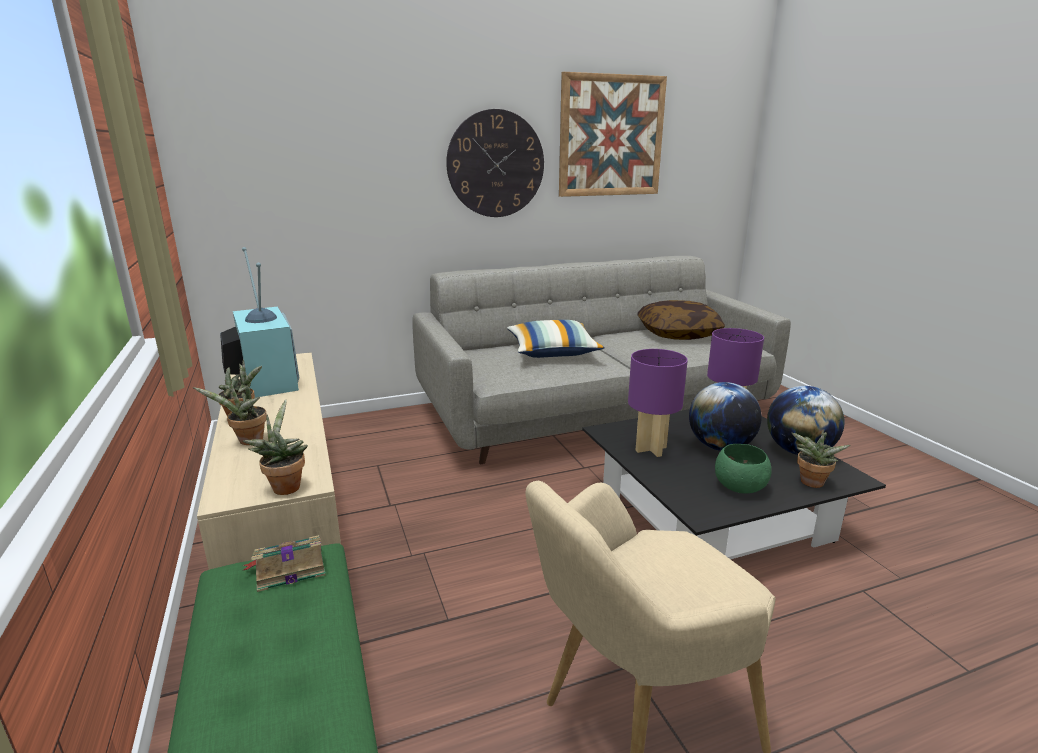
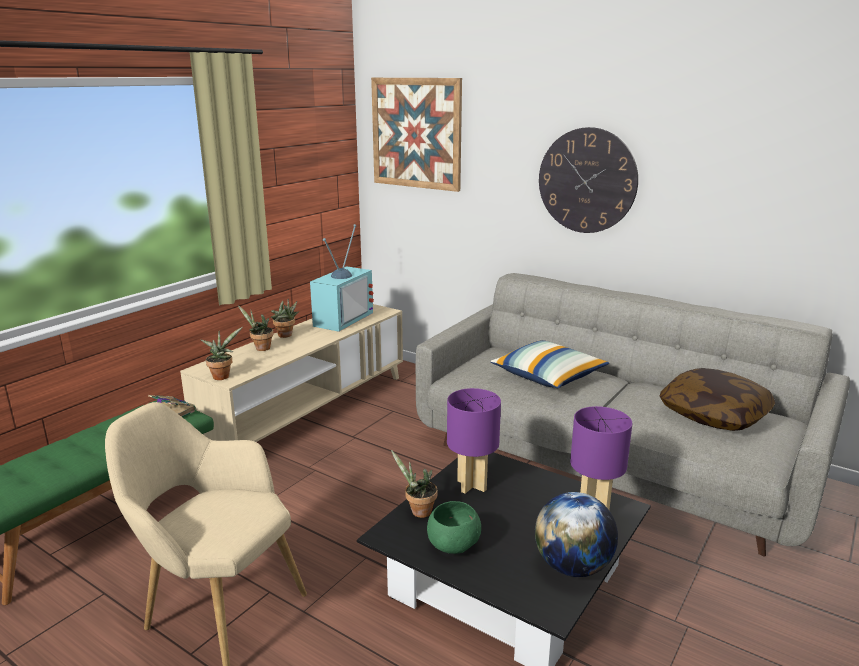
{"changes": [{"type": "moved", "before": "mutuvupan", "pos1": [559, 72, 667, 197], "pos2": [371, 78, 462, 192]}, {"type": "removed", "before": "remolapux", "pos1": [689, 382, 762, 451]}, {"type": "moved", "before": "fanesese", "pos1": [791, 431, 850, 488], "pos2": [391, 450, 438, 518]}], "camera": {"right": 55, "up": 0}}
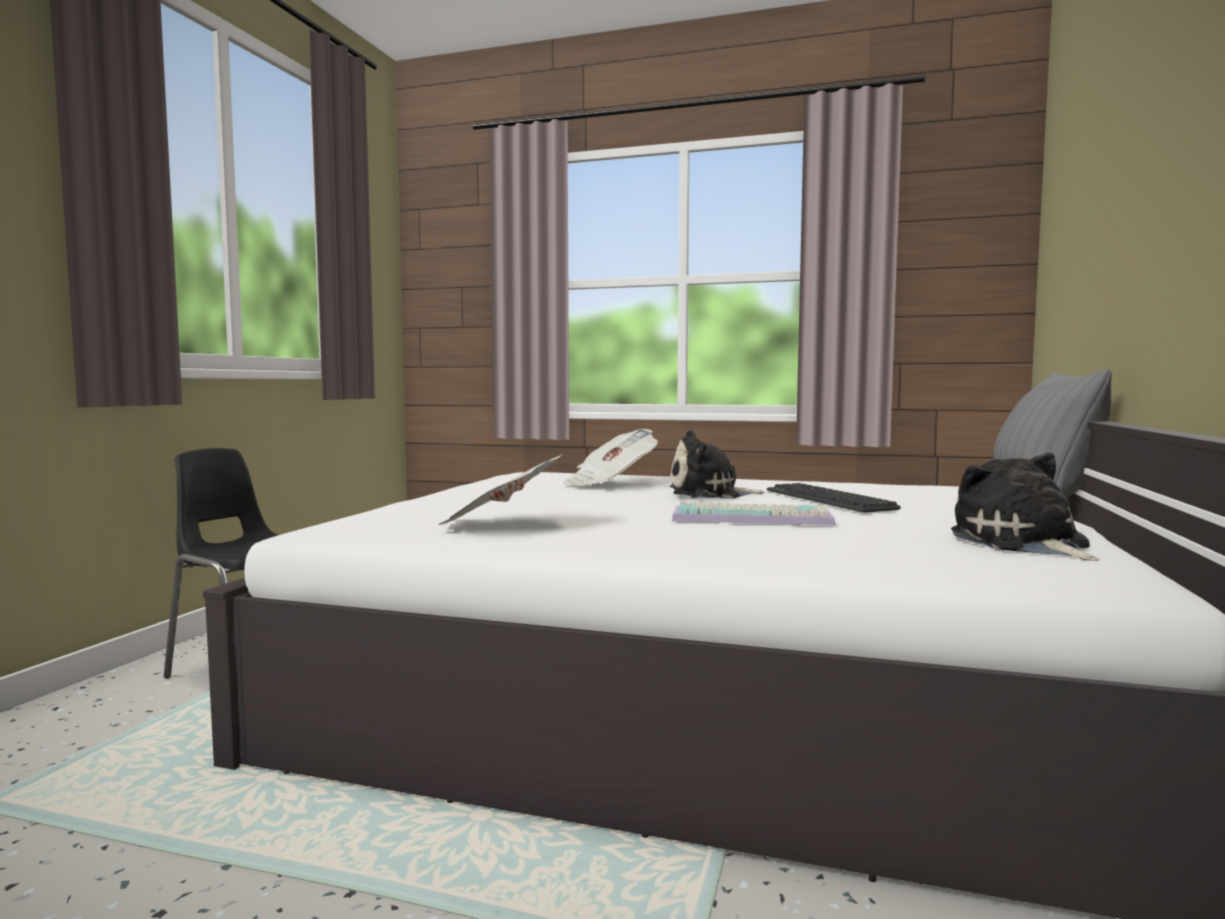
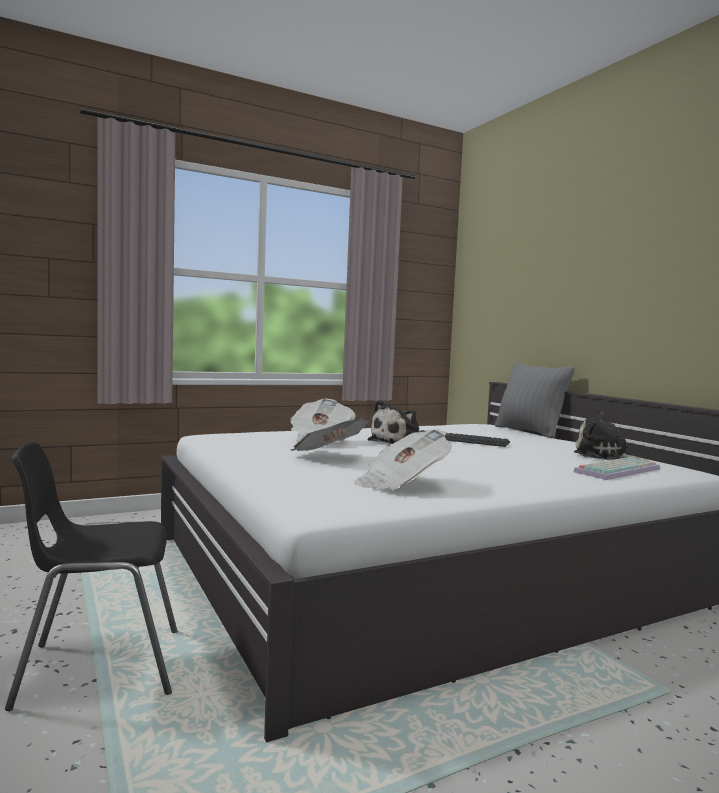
{"changes": [{"type": "moved", "before": "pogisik", "pos1": [672, 502, 835, 525], "pos2": [574, 457, 660, 480]}, {"type": "added", "after": "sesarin", "pos2": [291, 418, 369, 451]}], "camera": {"right": -45, "up": 0}}
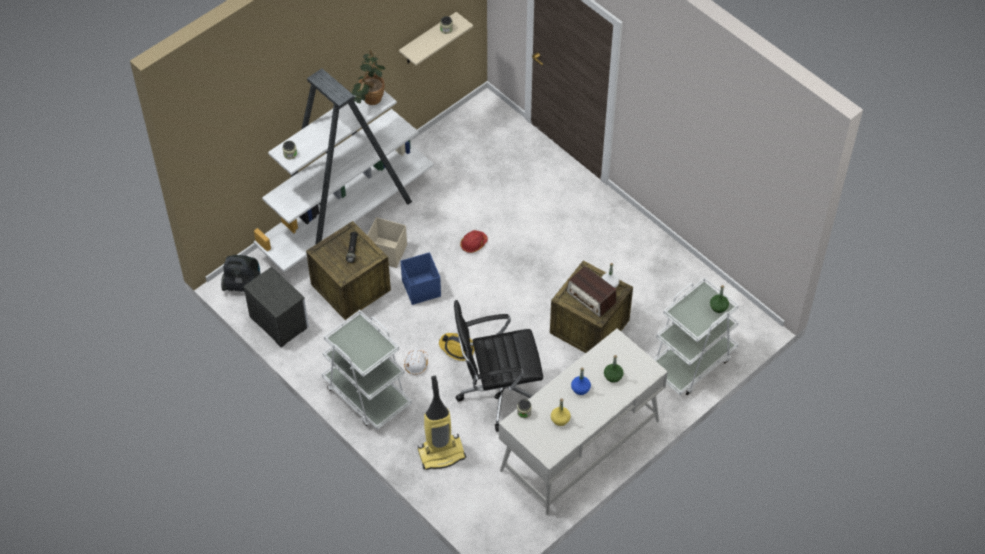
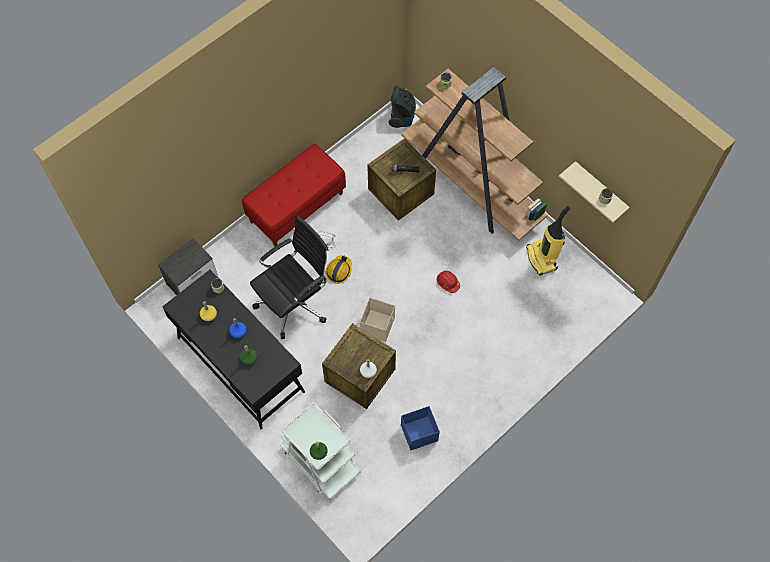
{"changes": [{"type": "moved", "before": "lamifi", "pos1": [243, 267, 309, 347], "pos2": [158, 238, 219, 295]}, {"type": "recoloured", "before": "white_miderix", "after": "brown_miderix", "pos1": [254, 69, 434, 272], "pos2": [401, 67, 547, 241]}, {"type": "replaced", "before": "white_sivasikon", "after": "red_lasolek", "pos1": [322, 310, 412, 430], "pos2": [242, 144, 346, 247]}, {"type": "removed", "before": "fanesese", "pos1": [352, 49, 385, 105]}, {"type": "moved", "before": "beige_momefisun", "pos1": [367, 217, 407, 268], "pos2": [360, 298, 395, 342]}, {"type": "moved", "before": "blue_momefisun", "pos1": [401, 252, 441, 305], "pos2": [401, 406, 440, 450]}, {"type": "moved", "before": "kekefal", "pos1": [418, 376, 466, 470], "pos2": [526, 206, 570, 276]}, {"type": "turned", "before": "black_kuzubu", "pos1": [454, 300, 543, 432], "pos2": [250, 216, 328, 339], "turn": 60}, {"type": "recoloured", "before": "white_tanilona", "after": "black_tanilona", "pos1": [499, 328, 668, 515], "pos2": [162, 270, 305, 429]}, {"type": "removed", "before": "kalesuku", "pos1": [566, 266, 616, 317]}], "camera": {"right": 90, "up": 10}}
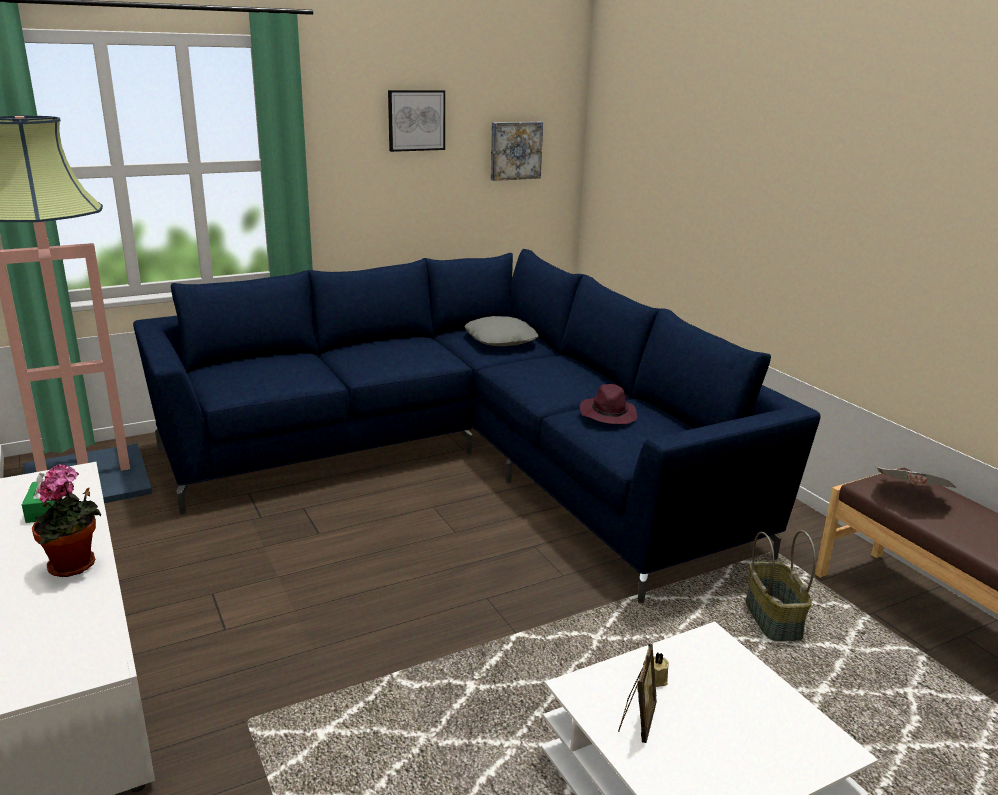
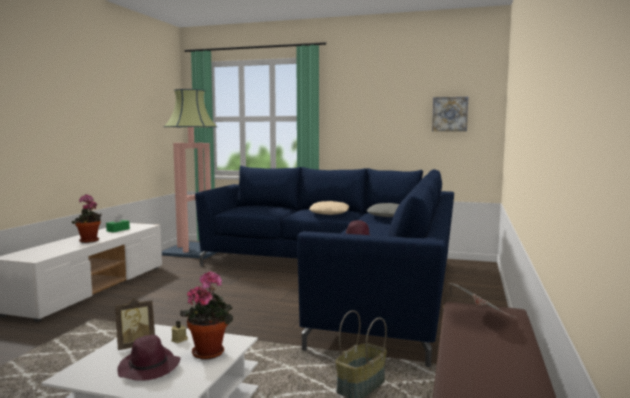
{"changes": [{"type": "removed", "before": "mutuvupan", "pos1": [388, 90, 445, 152]}, {"type": "added", "after": "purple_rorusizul", "pos2": [117, 335, 180, 381]}, {"type": "added", "after": "fanesese", "pos2": [180, 271, 233, 360]}, {"type": "added", "after": "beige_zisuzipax", "pos2": [309, 201, 349, 215]}], "camera": {"right": 45, "up": -15}}
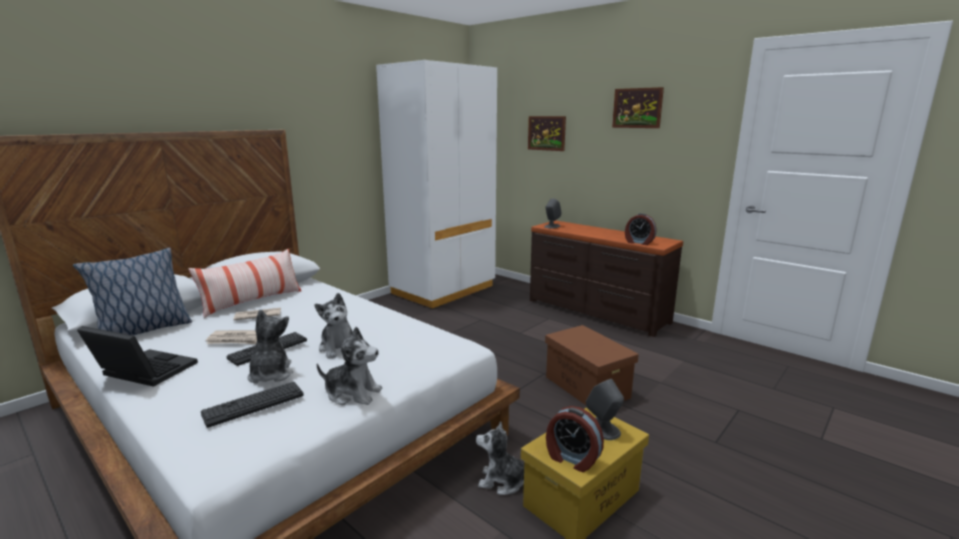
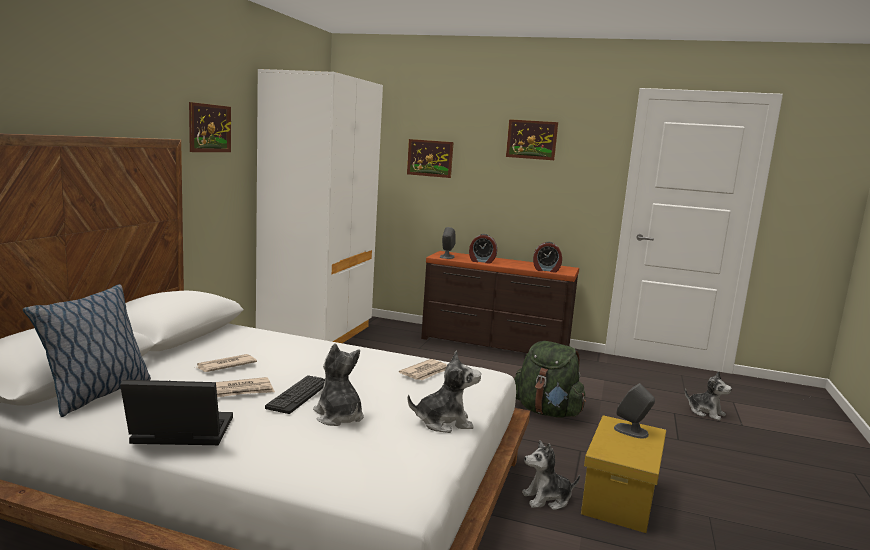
{"changes": [{"type": "removed", "before": "zisuzipax", "pos1": [189, 249, 301, 318]}, {"type": "removed", "before": "pogisik", "pos1": [201, 382, 304, 428]}, {"type": "moved", "before": "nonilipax", "pos1": [314, 293, 353, 359], "pos2": [685, 371, 732, 421]}, {"type": "replaced", "before": "brown_momefisun", "after": "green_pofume", "pos1": [545, 325, 639, 405], "pos2": [514, 341, 586, 418]}, {"type": "moved", "before": "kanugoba", "pos1": [546, 406, 604, 472], "pos2": [469, 234, 497, 264]}, {"type": "added", "after": "mutuvupan", "pos2": [189, 102, 231, 152]}, {"type": "added", "after": "sesarin", "pos2": [399, 359, 447, 380]}], "camera": {"right": -25, "up": -5}}
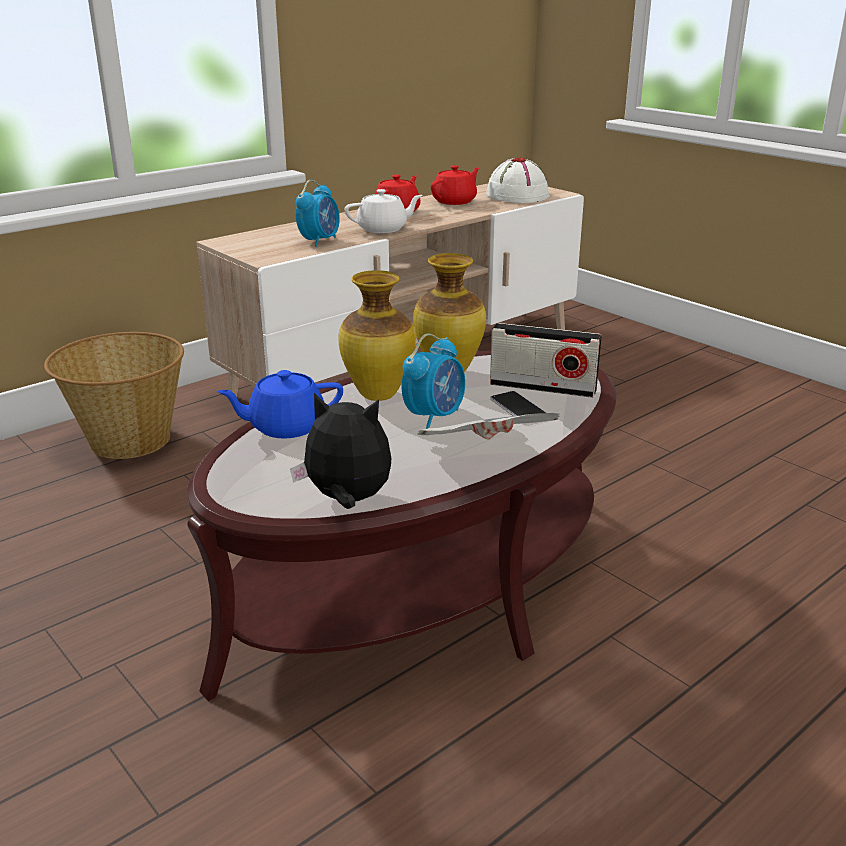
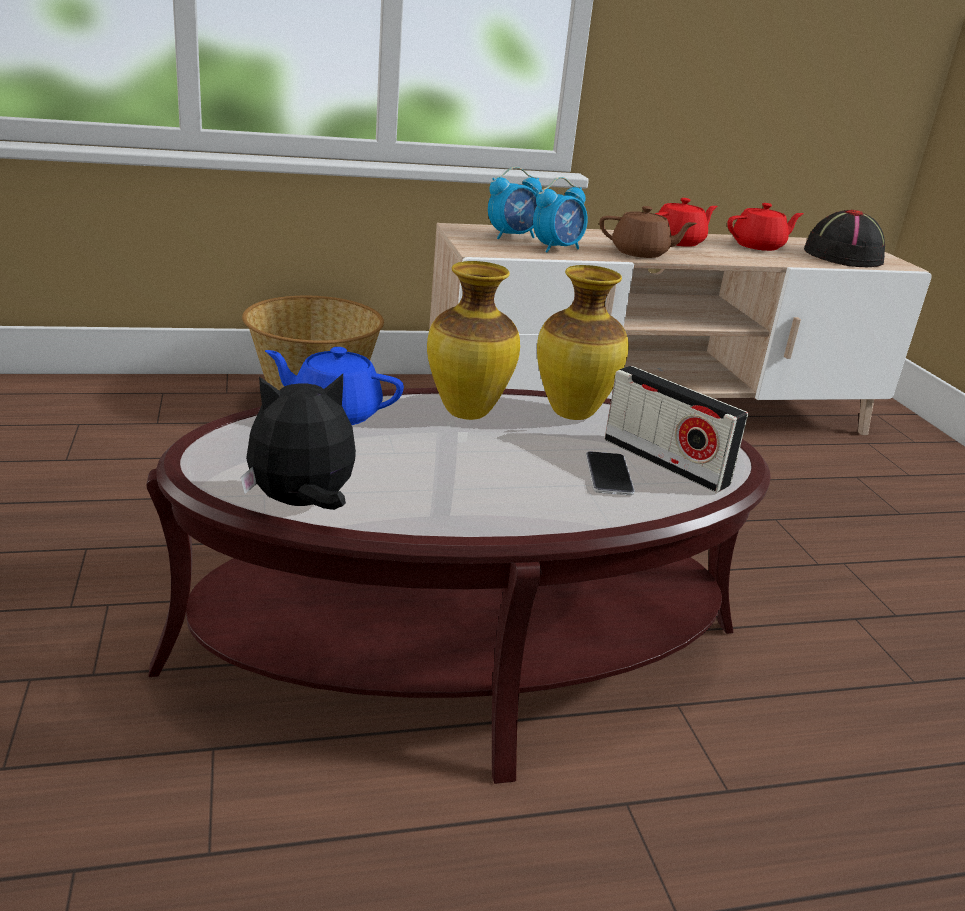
{"changes": [{"type": "turned", "before": "nonilipax", "pos1": [290, 393, 391, 509], "pos2": [241, 374, 356, 510], "turn": -60}, {"type": "recoloured", "before": "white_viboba", "after": "brown_viboba", "pos1": [344, 189, 423, 233], "pos2": [600, 206, 697, 258]}, {"type": "moved", "before": "kanugoba", "pos1": [402, 333, 465, 429], "pos2": [488, 167, 542, 240]}, {"type": "removed", "before": "sesarin", "pos1": [418, 413, 559, 440]}, {"type": "recoloured", "before": "white_rorusizul", "after": "black_rorusizul", "pos1": [486, 157, 550, 203], "pos2": [804, 209, 885, 267]}], "camera": {"right": 25, "up": 0}}
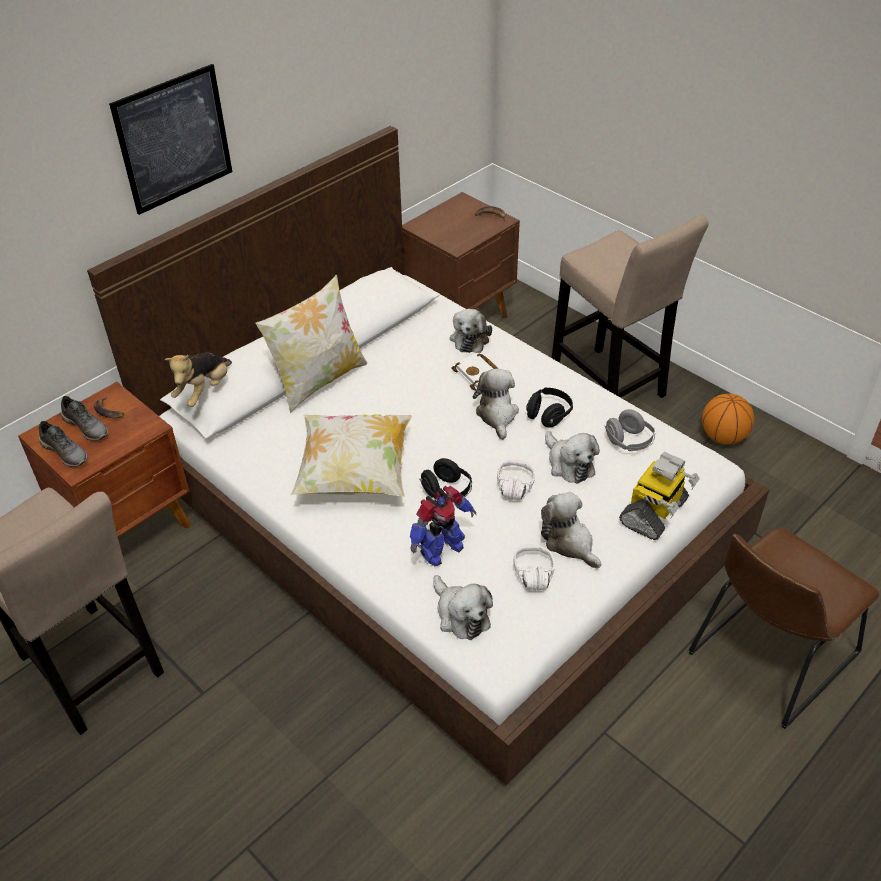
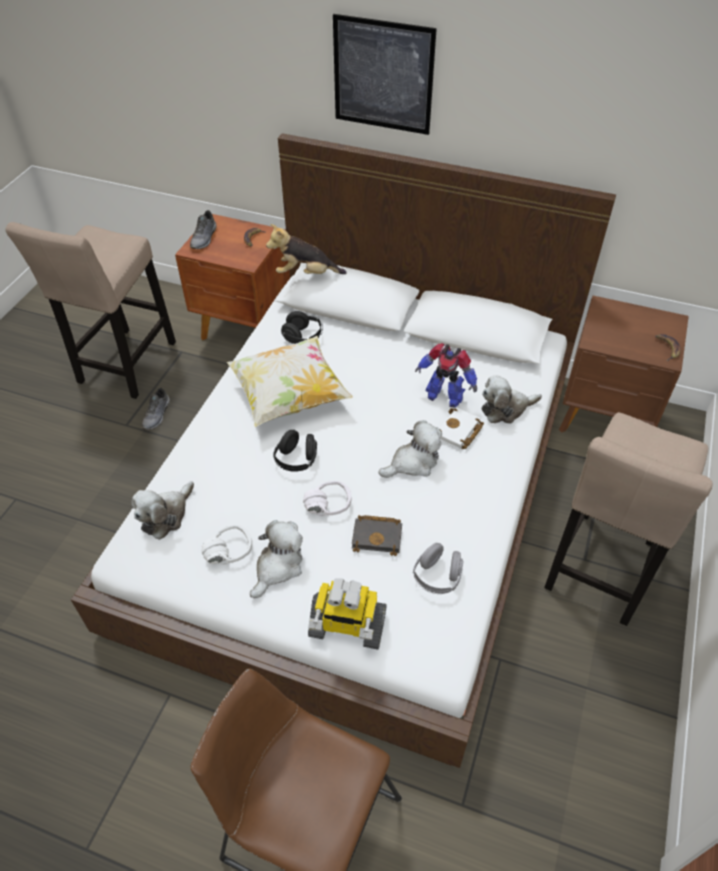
{"changes": [{"type": "moved", "before": "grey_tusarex", "pos1": [61, 396, 108, 441], "pos2": [141, 388, 170, 430]}, {"type": "removed", "before": "zisuzipax", "pos1": [255, 275, 367, 414]}, {"type": "moved", "before": "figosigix", "pos1": [410, 486, 476, 566], "pos2": [415, 343, 477, 408]}, {"type": "moved", "before": "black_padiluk", "pos1": [526, 388, 573, 428], "pos2": [281, 311, 323, 344]}, {"type": "replaced", "before": "nonilipax", "after": "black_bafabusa", "pos1": [545, 431, 600, 484], "pos2": [352, 515, 402, 556]}, {"type": "removed", "before": "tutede", "pos1": [702, 394, 754, 444]}], "camera": {"right": 65, "up": 5}}
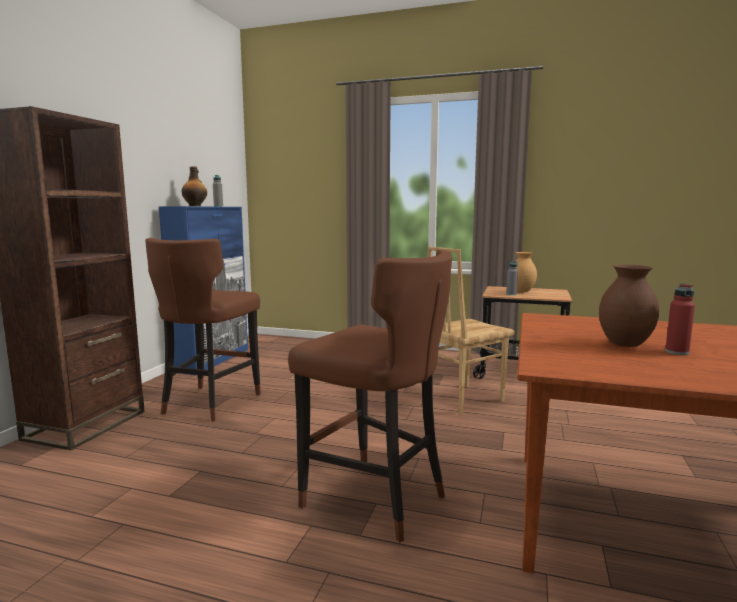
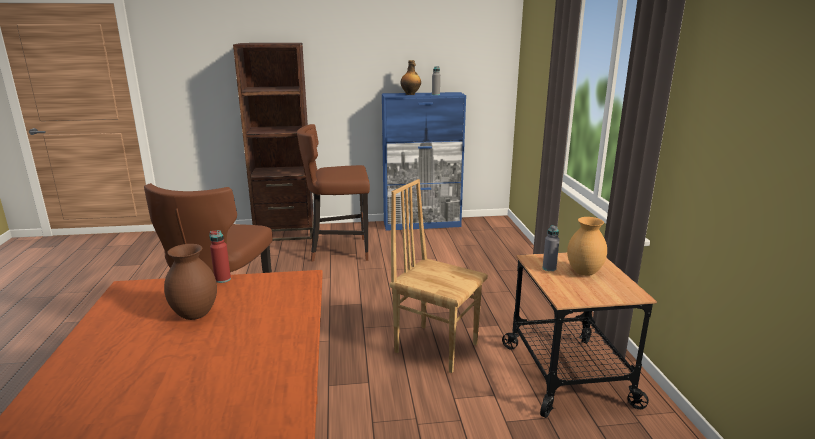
{"changes": [{"type": "moved", "before": "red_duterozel", "pos1": [665, 284, 695, 355], "pos2": [209, 230, 231, 283]}], "camera": {"right": 65, "up": 10}}
